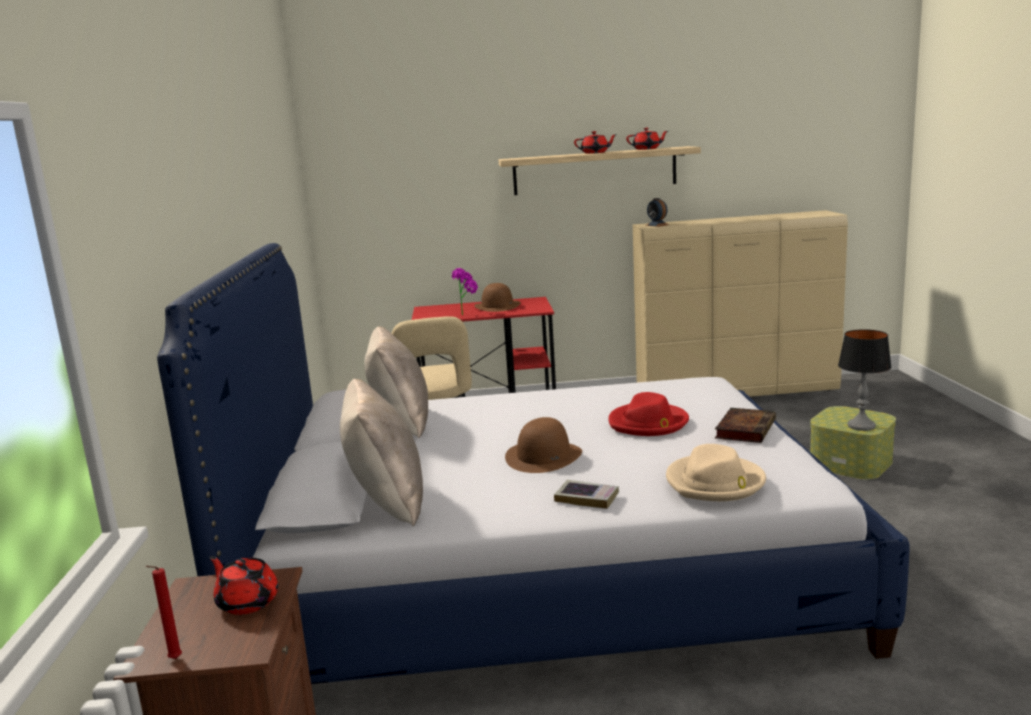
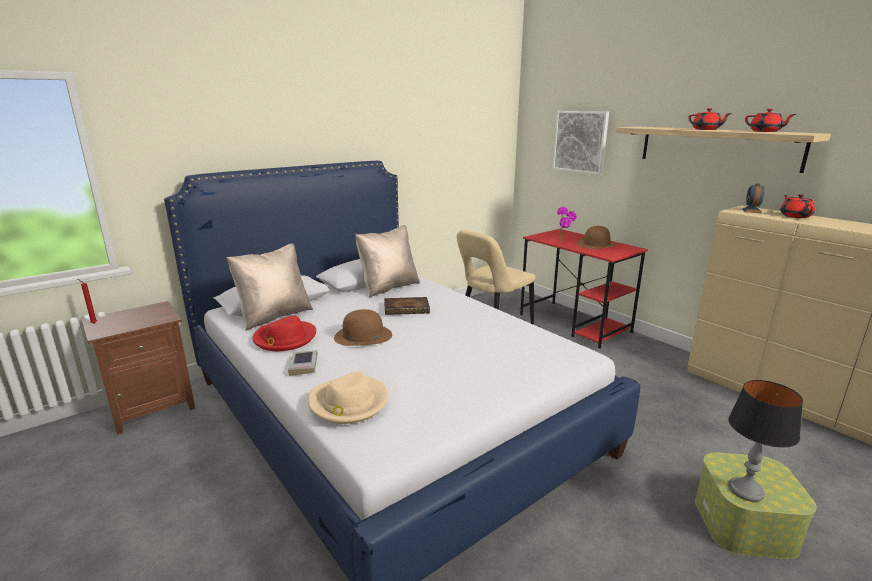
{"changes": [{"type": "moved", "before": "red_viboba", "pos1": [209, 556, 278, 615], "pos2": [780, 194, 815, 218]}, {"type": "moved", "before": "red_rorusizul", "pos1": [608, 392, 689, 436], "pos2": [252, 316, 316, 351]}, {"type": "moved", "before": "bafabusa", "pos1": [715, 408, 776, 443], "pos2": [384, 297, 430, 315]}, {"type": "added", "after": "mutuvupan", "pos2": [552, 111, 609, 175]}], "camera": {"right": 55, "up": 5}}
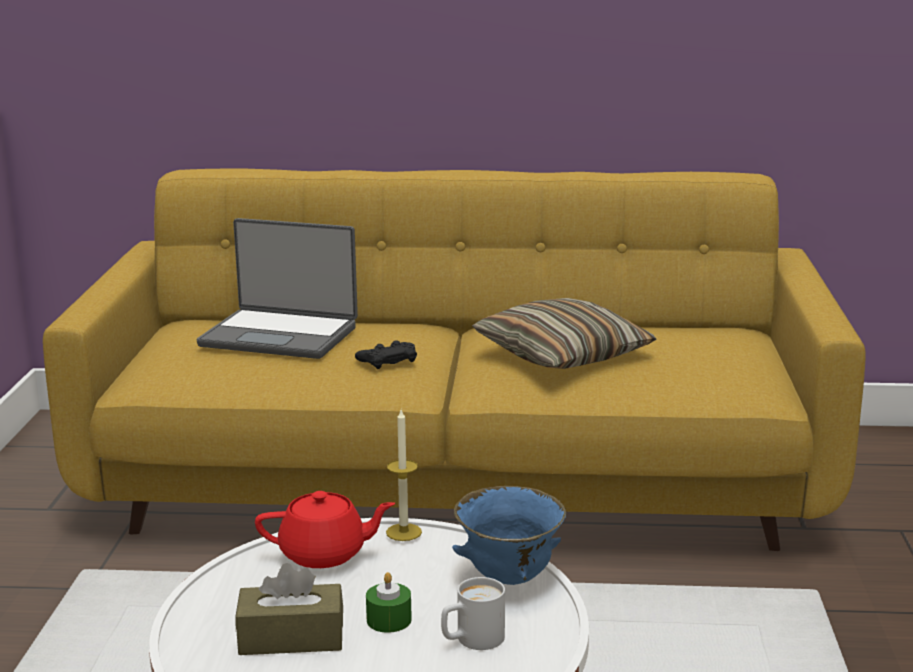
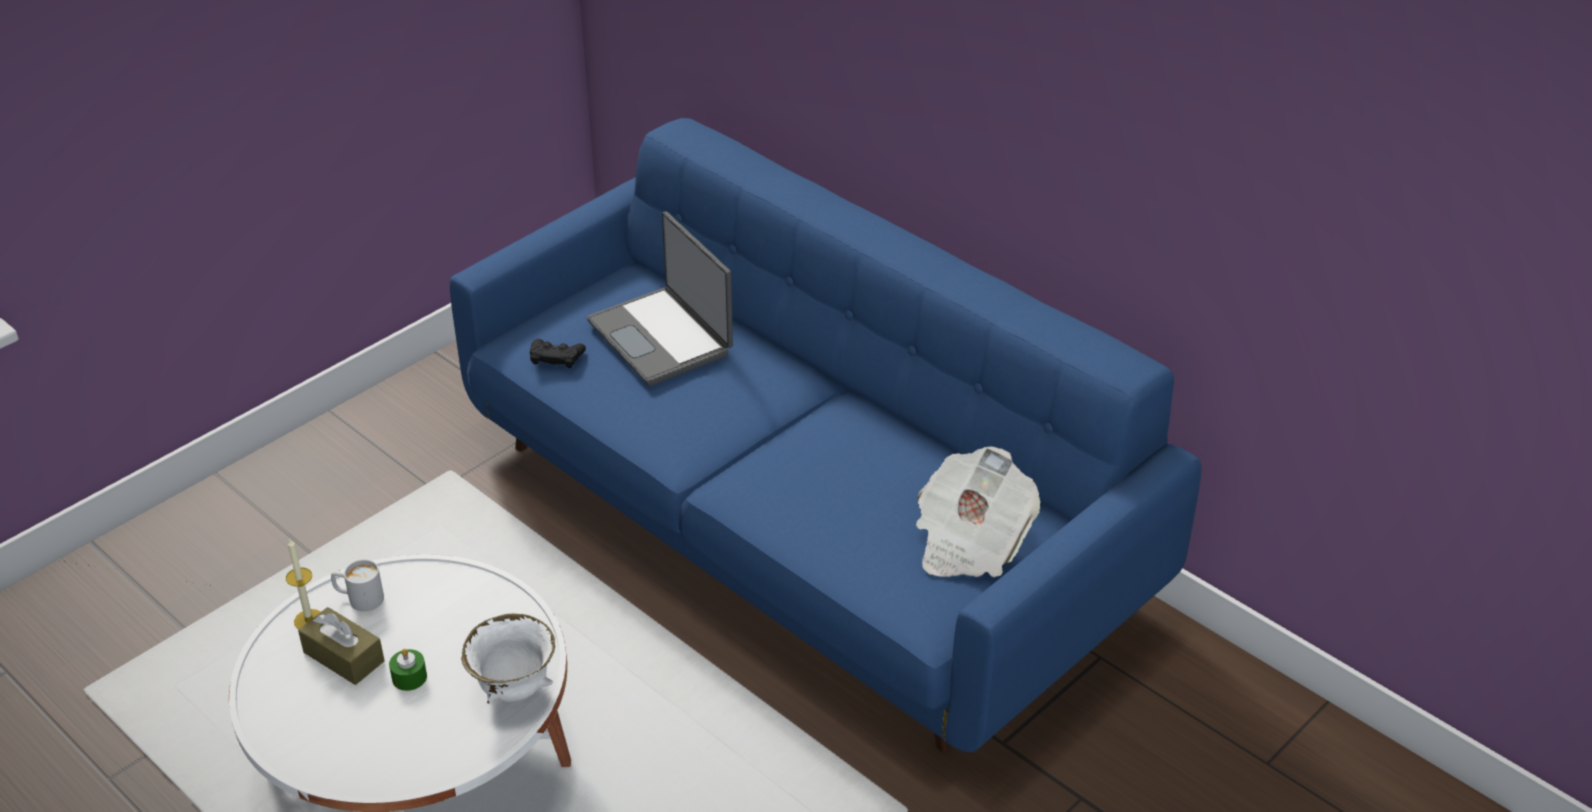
{"changes": [{"type": "recoloured", "before": "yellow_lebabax", "after": "blue_lebabax", "pos1": [43, 168, 866, 551], "pos2": [450, 118, 1201, 753]}, {"type": "removed", "before": "red_viboba", "pos1": [255, 491, 395, 568]}, {"type": "moved", "before": "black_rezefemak", "pos1": [355, 341, 417, 369], "pos2": [530, 339, 586, 368]}, {"type": "moved", "before": "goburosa", "pos1": [386, 410, 422, 541], "pos2": [286, 539, 321, 629]}, {"type": "moved", "before": "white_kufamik", "pos1": [441, 577, 505, 650], "pos2": [331, 559, 384, 611]}, {"type": "recoloured", "before": "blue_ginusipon", "after": "white_ginusipon", "pos1": [452, 486, 566, 585], "pos2": [461, 613, 555, 704]}, {"type": "removed", "before": "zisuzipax", "pos1": [472, 298, 657, 369]}, {"type": "added", "after": "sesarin", "pos2": [916, 446, 1040, 577]}], "camera": {"right": 40, "up": 20}}
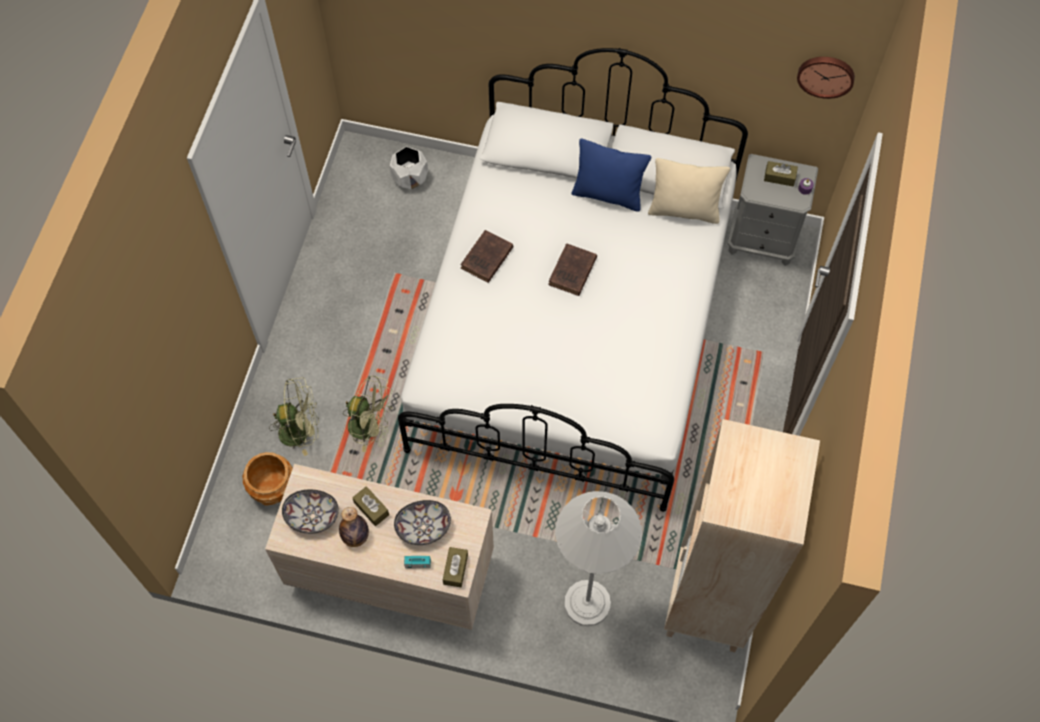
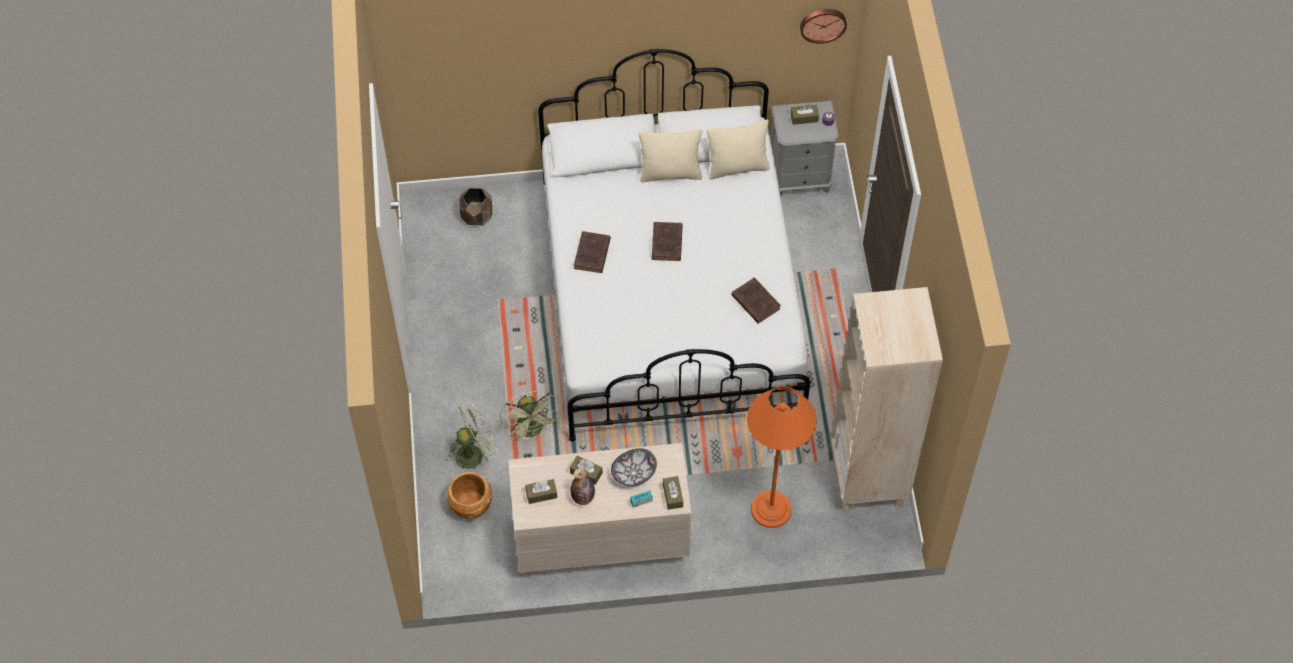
{"changes": [{"type": "replaced", "before": "ginusipon", "after": "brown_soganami", "pos1": [282, 489, 339, 534], "pos2": [525, 479, 557, 504]}, {"type": "turned", "before": "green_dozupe", "pos1": [343, 376, 393, 452], "pos2": [500, 391, 561, 441], "turn": 75}, {"type": "recoloured", "before": "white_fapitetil", "after": "brown_fapitetil", "pos1": [390, 146, 428, 190], "pos2": [459, 188, 492, 225]}, {"type": "recoloured", "before": "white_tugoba", "after": "orange_tugoba", "pos1": [555, 491, 642, 626], "pos2": [747, 386, 817, 528]}, {"type": "recoloured", "before": "blue_zisuzipax", "after": "beige_zisuzipax", "pos1": [572, 138, 651, 212], "pos2": [639, 129, 703, 182]}, {"type": "added", "after": "brown_bafabusa", "pos2": [731, 277, 781, 324]}], "camera": {"right": -20, "up": -5}}
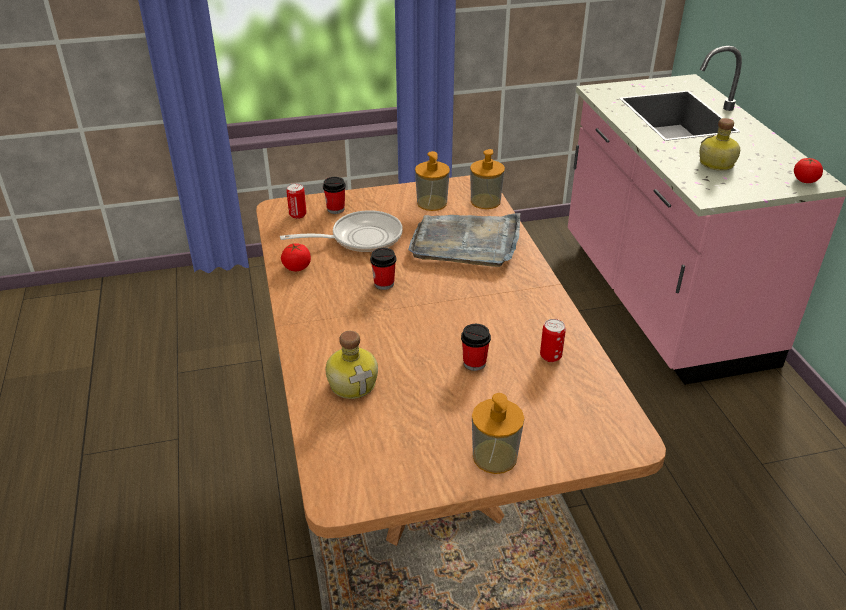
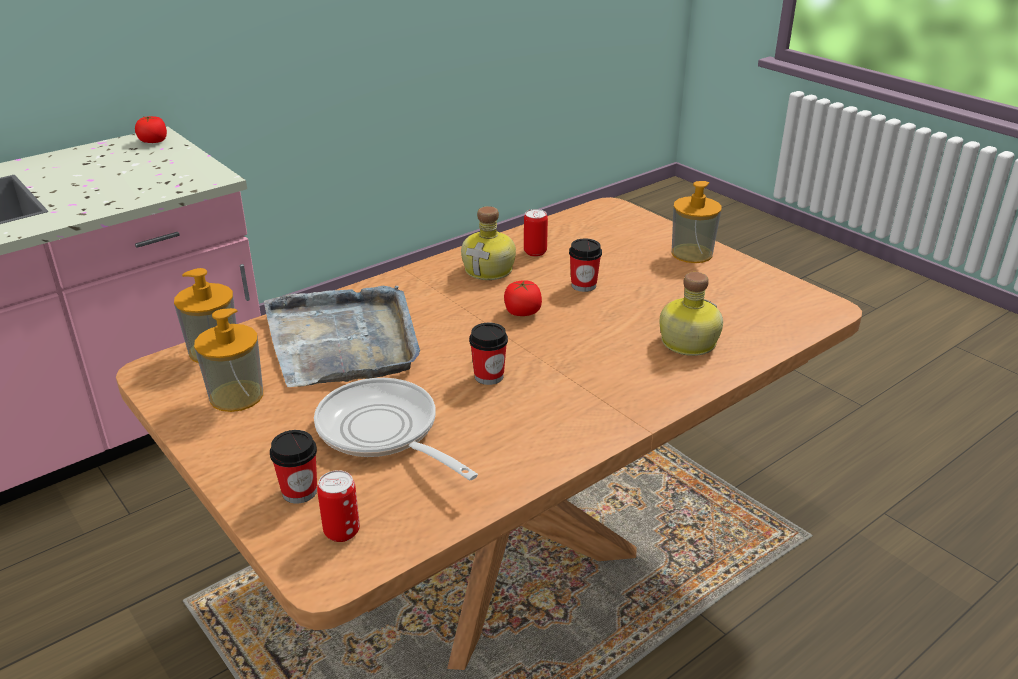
{"changes": [{"type": "moved", "before": "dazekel", "pos1": [281, 243, 311, 271], "pos2": [504, 281, 542, 316]}, {"type": "moved", "before": "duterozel", "pos1": [700, 118, 740, 171], "pos2": [461, 206, 516, 280]}], "camera": {"right": -115, "up": -5}}
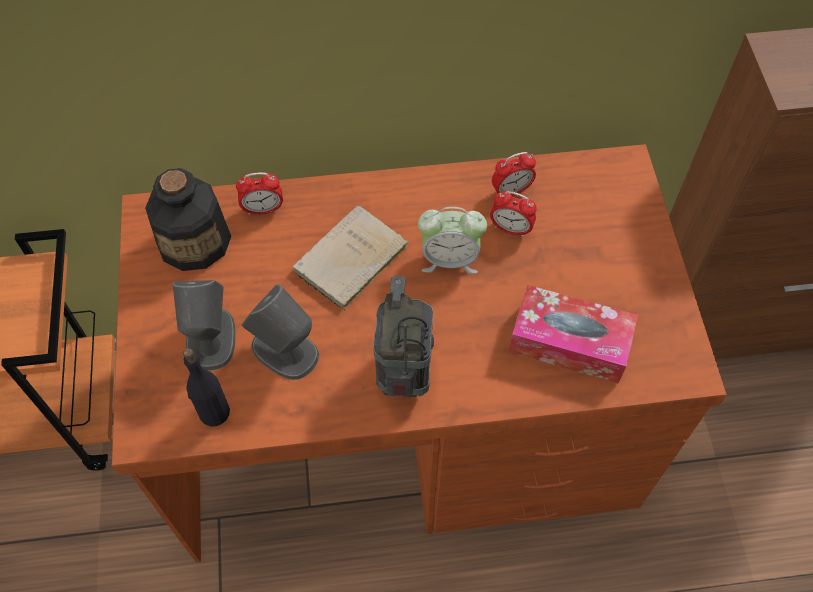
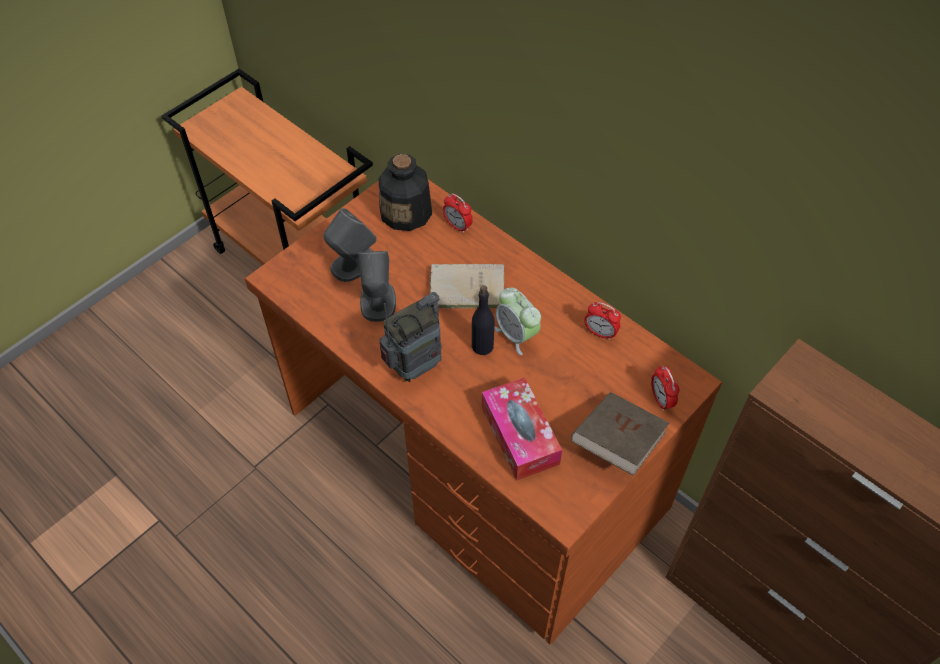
{"changes": [{"type": "moved", "before": "black_duterozel", "pos1": [183, 349, 230, 426], "pos2": [472, 285, 495, 355]}, {"type": "moved", "before": "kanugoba", "pos1": [490, 191, 537, 237], "pos2": [651, 365, 680, 411]}, {"type": "added", "after": "brown_bafabusa", "pos2": [571, 392, 670, 476]}], "camera": {"right": 50, "up": -5}}
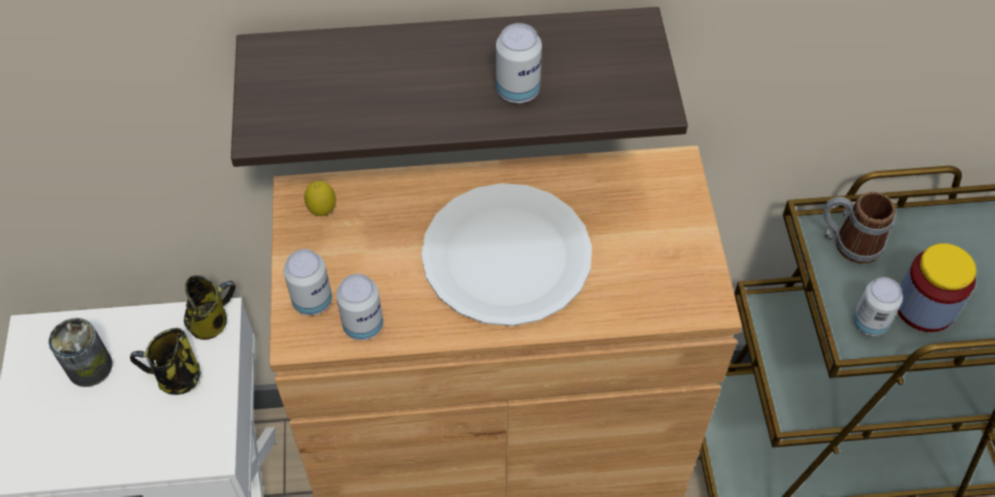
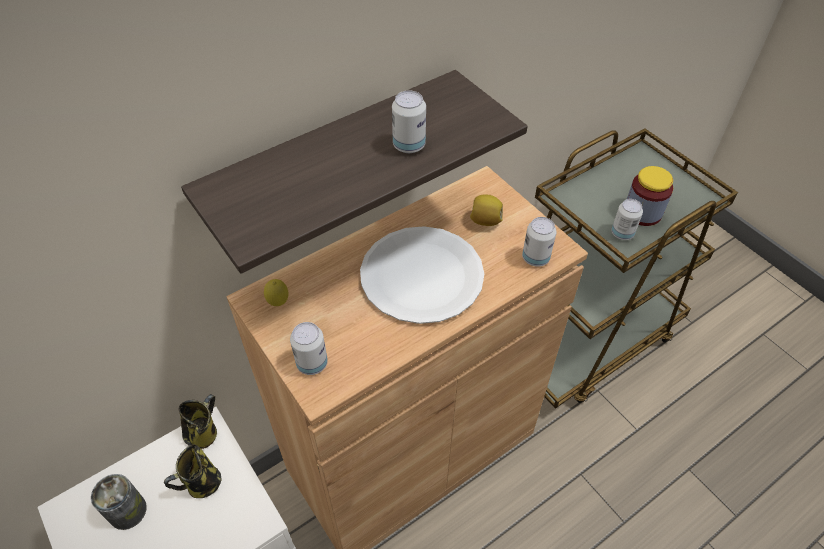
{"changes": [{"type": "moved", "before": "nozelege", "pos1": [336, 274, 383, 340], "pos2": [522, 217, 557, 267]}, {"type": "removed", "before": "kufamik", "pos1": [823, 192, 896, 264]}, {"type": "added", "after": "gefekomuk", "pos2": [470, 195, 503, 226]}], "camera": {"right": -30, "up": -5}}
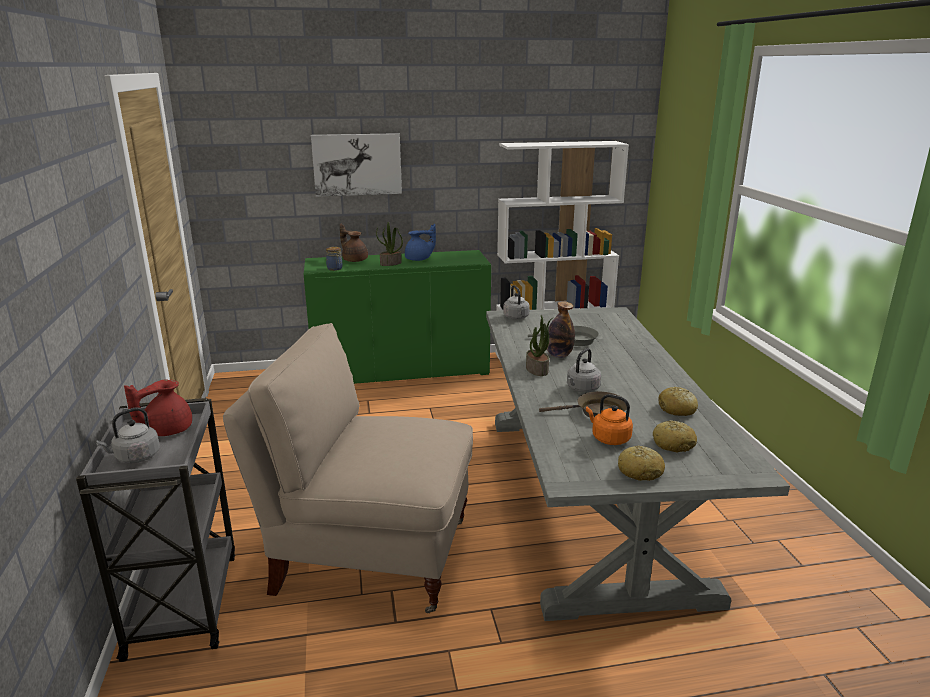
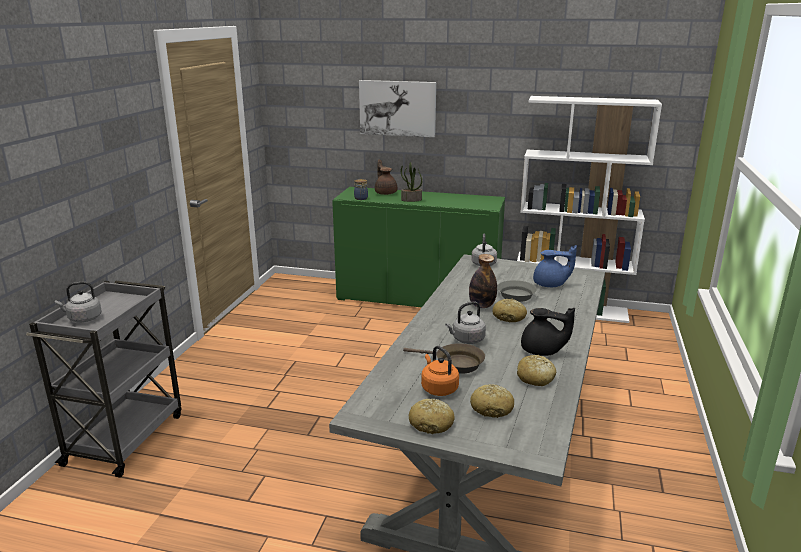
{"changes": [{"type": "removed", "before": "red_viboba", "pos1": [124, 379, 192, 436]}, {"type": "removed", "before": "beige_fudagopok", "pos1": [223, 323, 473, 613]}, {"type": "moved", "before": "blue_viboba", "pos1": [405, 224, 436, 261], "pos2": [533, 245, 577, 287]}, {"type": "removed", "before": "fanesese", "pos1": [526, 315, 554, 376]}, {"type": "added", "after": "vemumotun", "pos2": [493, 299, 527, 322]}, {"type": "added", "after": "black_viboba", "pos2": [521, 308, 575, 356]}], "camera": {"right": 25, "up": 0}}
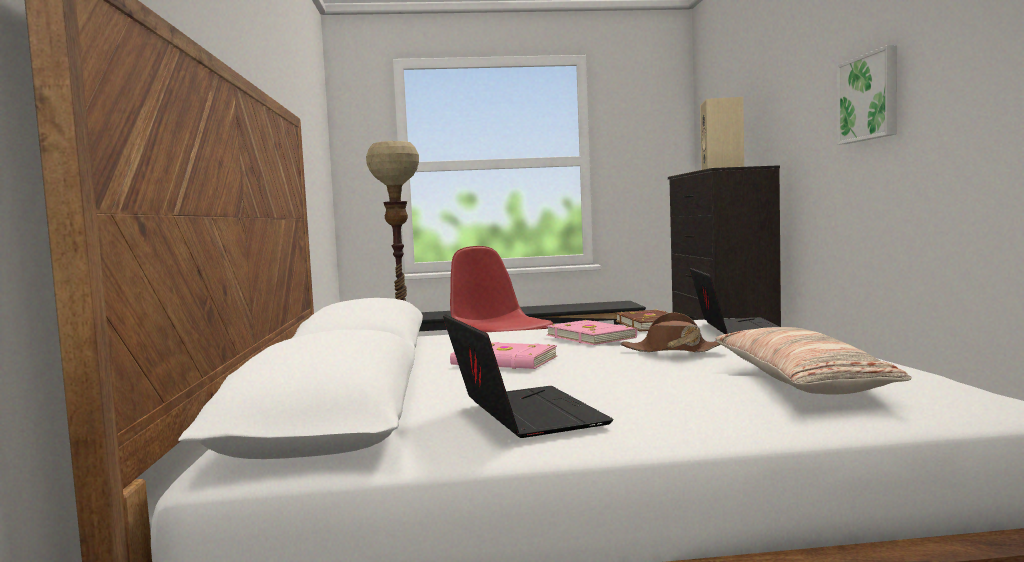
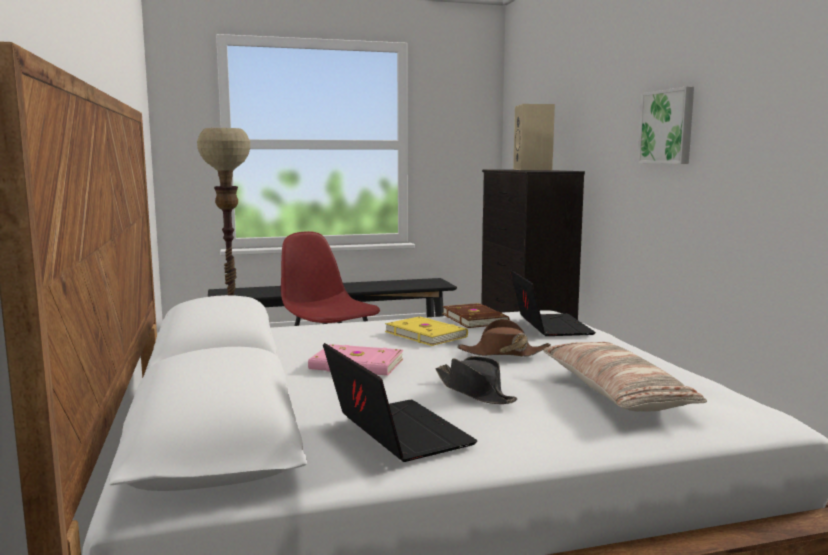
{"changes": [{"type": "recoloured", "before": "pink_bafabusa", "after": "yellow_bafabusa", "pos1": [546, 320, 637, 345], "pos2": [385, 316, 468, 346]}, {"type": "added", "after": "black_rorusizul", "pos2": [435, 356, 517, 404]}], "camera": {"right": -10, "up": 5}}
